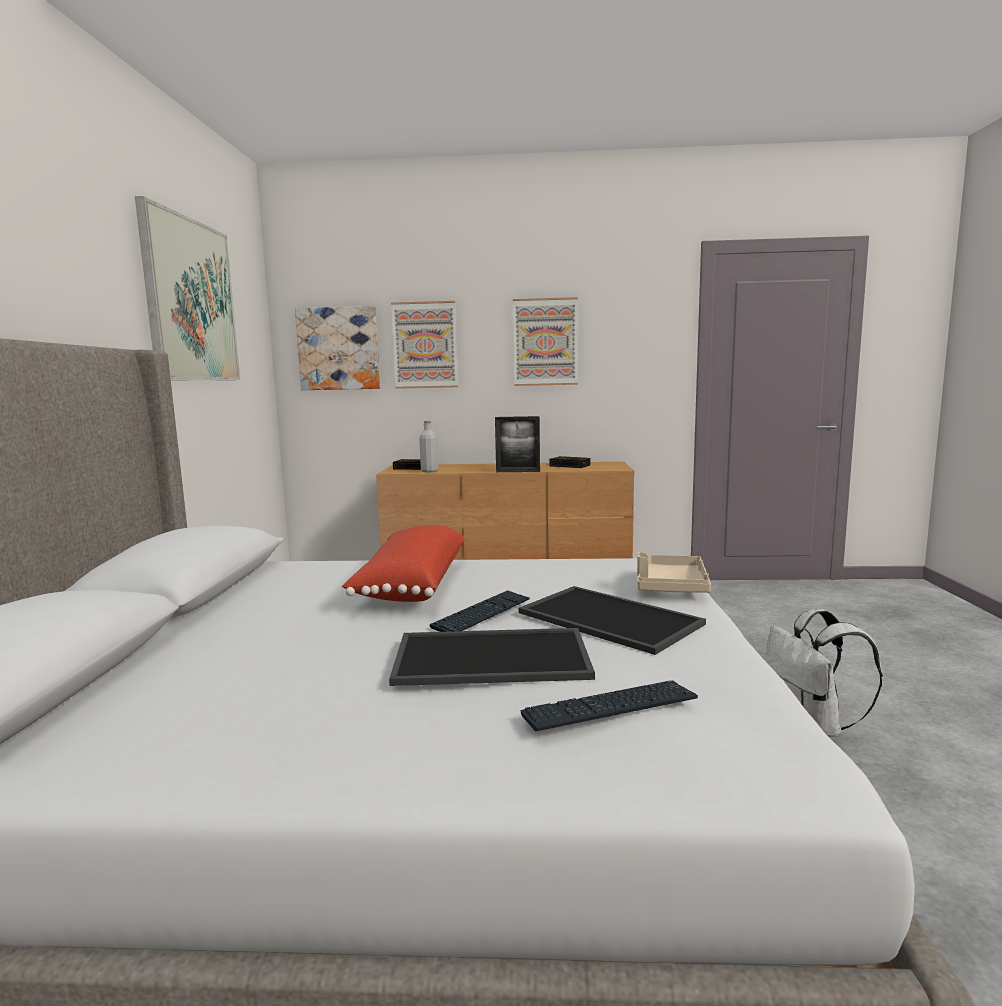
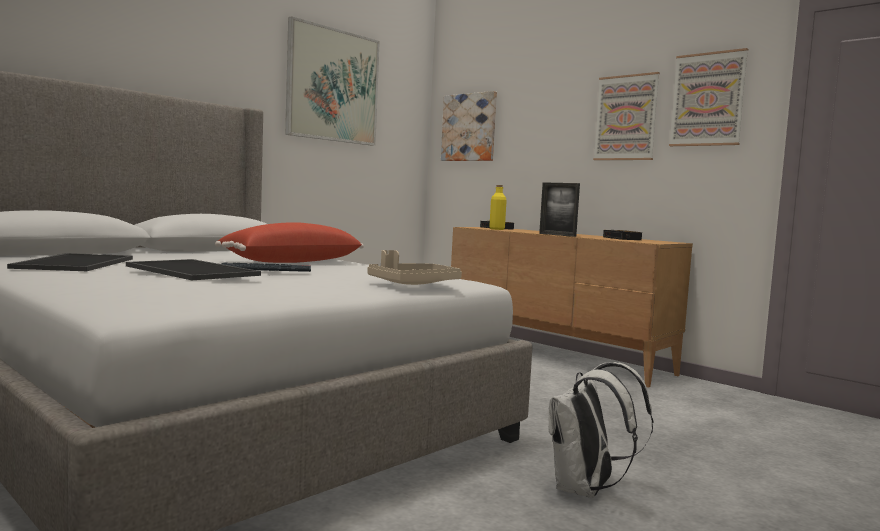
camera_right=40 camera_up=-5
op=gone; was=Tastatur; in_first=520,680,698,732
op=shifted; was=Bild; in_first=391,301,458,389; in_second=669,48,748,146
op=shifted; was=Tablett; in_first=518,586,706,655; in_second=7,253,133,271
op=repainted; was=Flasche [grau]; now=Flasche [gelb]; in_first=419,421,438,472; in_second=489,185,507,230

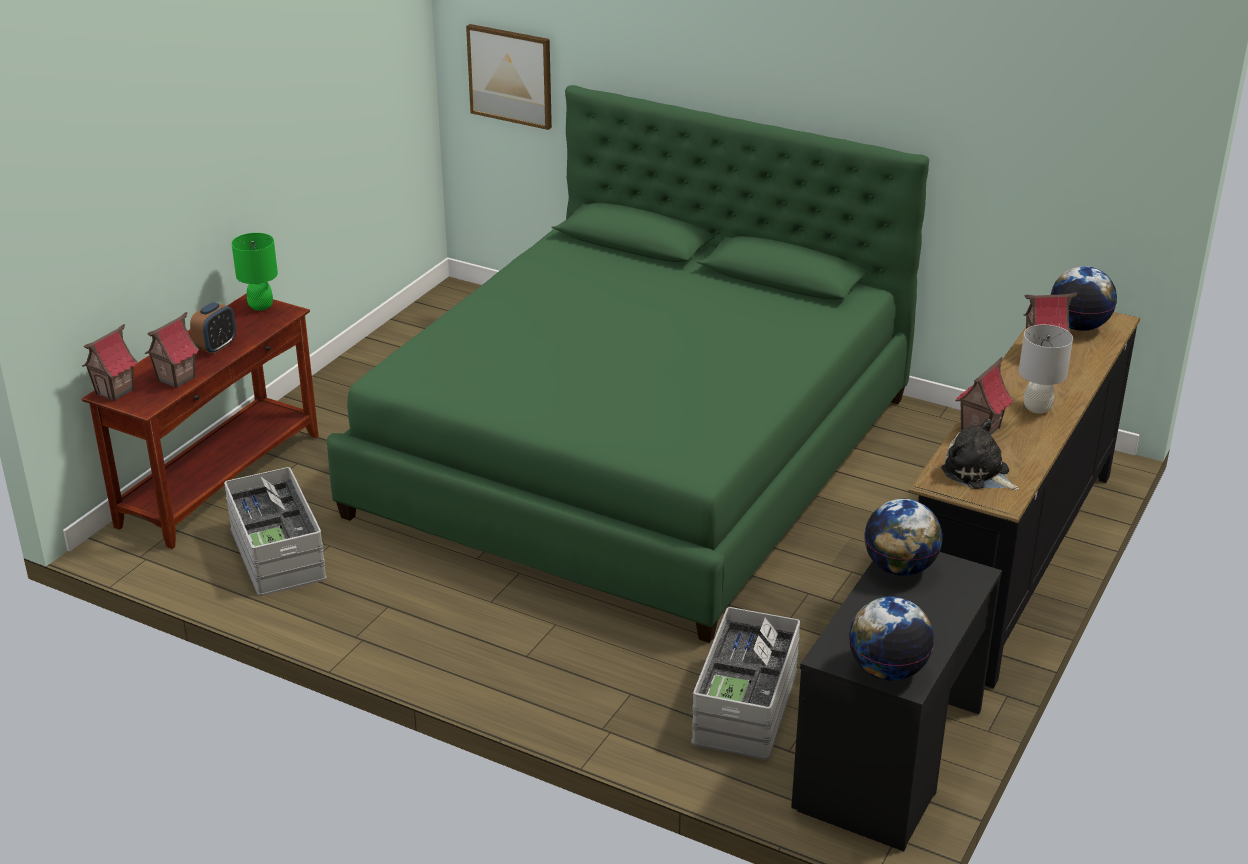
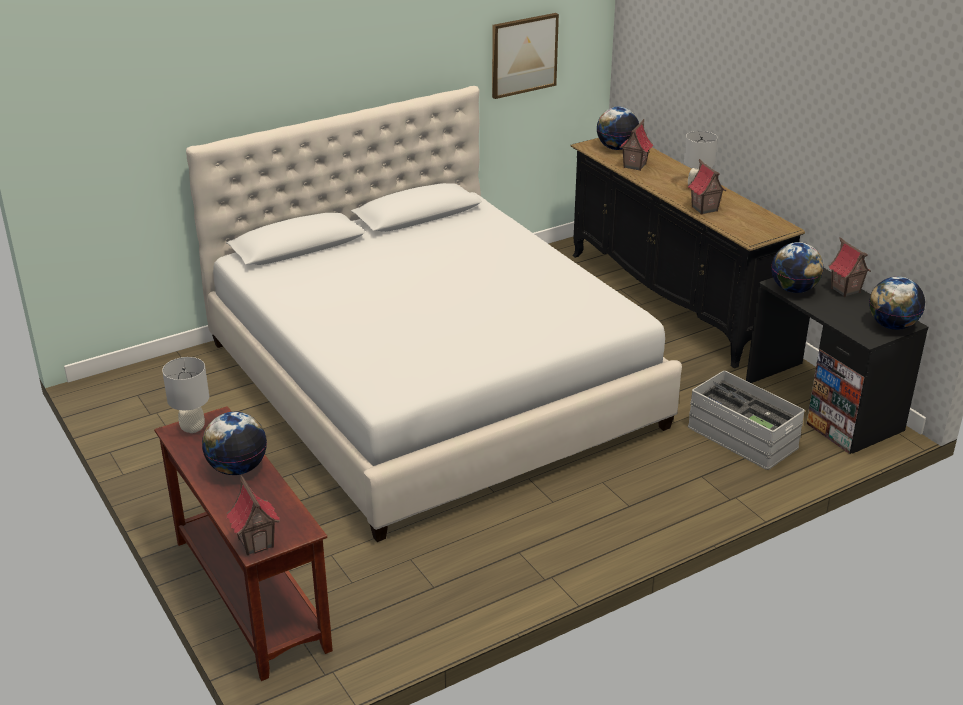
camera_right=-60 camera_up=0
op=gone; was=Aufbewahrungsbox [grau]; in_first=224,467,327,596
op=gone; was=Plüschtier; in_first=941,419,1019,490
op=shifted; was=Spielzeughaus; in_first=145,312,200,388; in_second=829,238,871,297
op=shifted; was=Bild; in_first=466,24,552,130; in_second=492,13,559,99
op=swapped; was=Wecker; now=Globus; in_first=190,302,236,354; in_second=202,412,267,475
op=repainted; was=Tischlampe [grün]; now=Tischlampe [grau]; in_first=232,233,278,311; in_second=162,357,209,433
op=repainted; was=Bett [grün]; now=Bett [weiß]; in_first=327,85,929,643; in_second=186,86,682,542

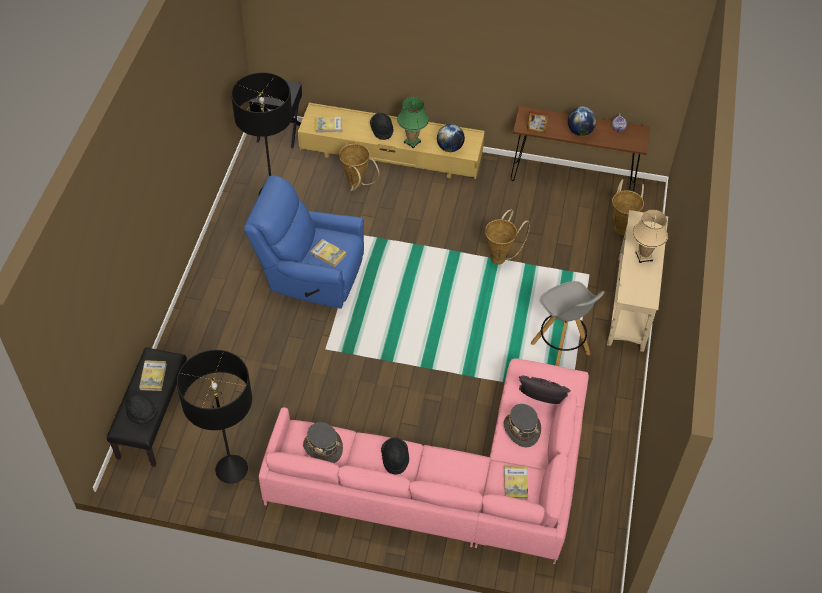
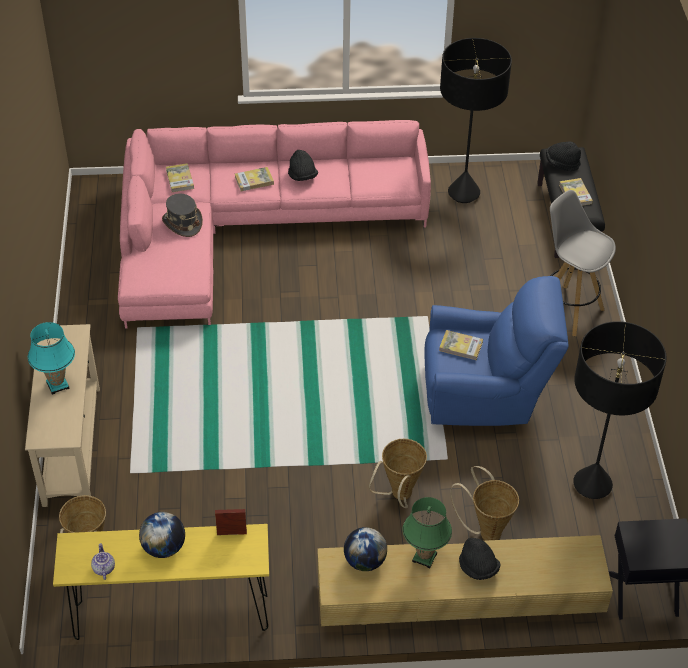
camera_right=165 camera_up=-5
op=gone; was=Hut [grau]; in_first=303,422,343,463
op=gone; was=Kissen [schwarz]; in_first=519,376,571,404
op=shifted; was=Buch; in_first=315,117,343,133; in_second=235,167,274,191
op=shifted; was=Korb; in_first=485,209,530,265; in_second=369,439,427,508
op=shifted; was=Hocker [grau]; in_first=531,281,605,366; in_second=550,190,616,336
op=repainted; was=Konsolentisch [braun]; now=Konsolentisch [gelb]; in_first=511,106,650,192; in_second=53,524,269,640
op=repainted; was=Tischlampe [beige]; now=Tischlampe [türkis]; in_first=632,210,668,263; in_second=28,322,75,395

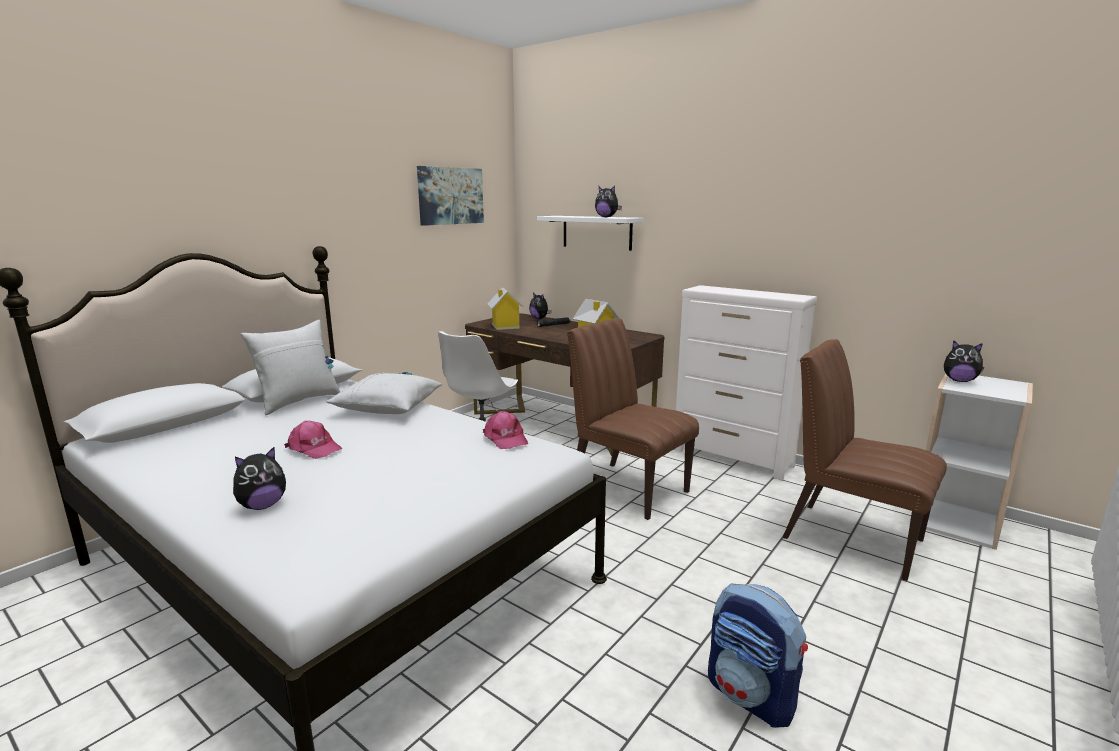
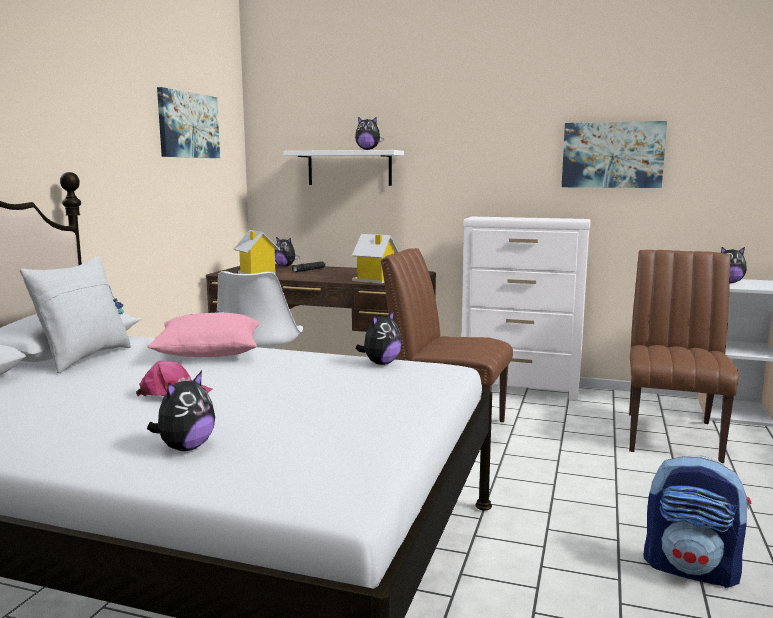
camera_right=-20 camera_up=-5
op=new; now=Bild; in_second=562,121,667,188
op=swapped; was=Kappe [rosa]; now=Plüschtier; in_first=483,411,528,449; in_second=355,311,402,365
op=repainted; was=Kissen [grau]; now=Kissen [rosa]; in_first=327,372,442,414; in_second=147,311,260,357
op=rotated; was=Stuhl [braun]; in_first=783,339,947,581; in_second=629,250,739,463; clockwise=90

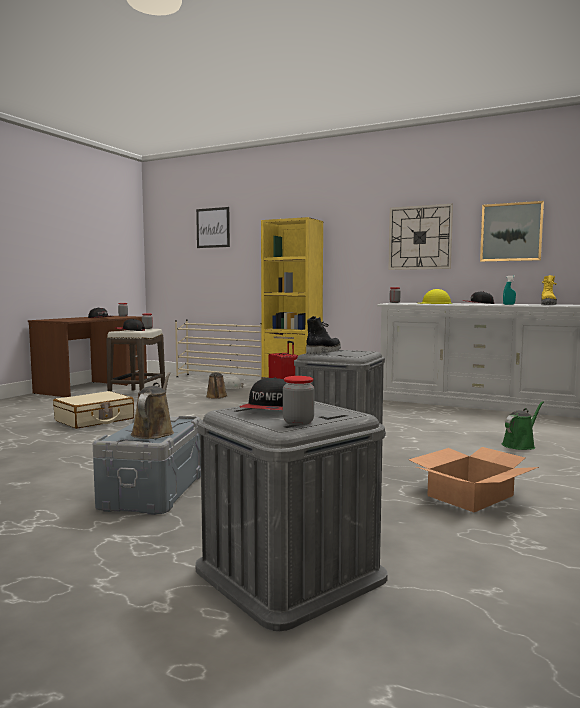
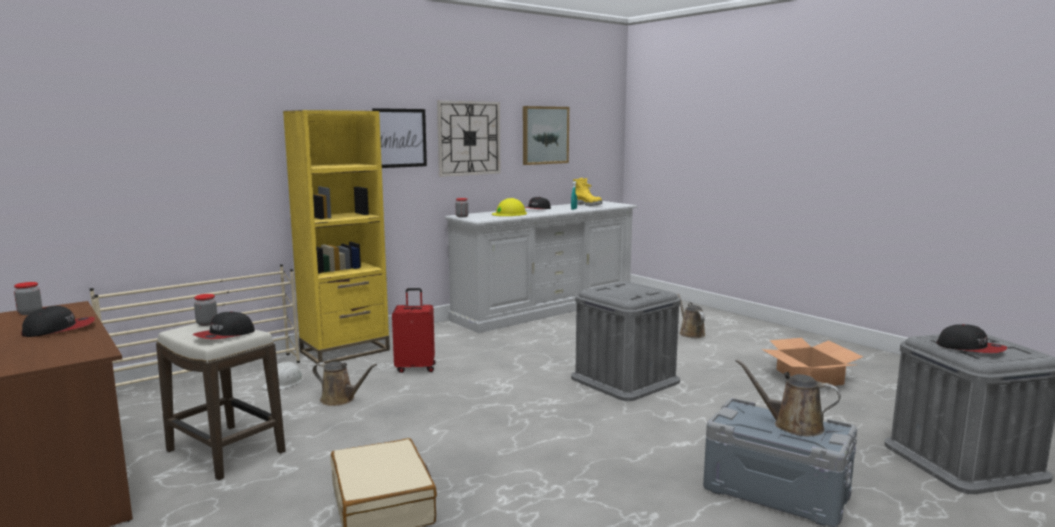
camera_right=-65 camera_up=5
op=gone; was=Vorratsglas; in_first=283,376,314,425
op=gone; was=Stiefel [schwarz]; in_first=306,316,341,354
op=shifted; was=Bild; in_first=196,207,230,248; in_second=372,108,427,168
op=repainted; was=Gießkanne [grün]; now=Gießkanne [braun]; in_first=502,401,544,450; in_second=677,294,705,338

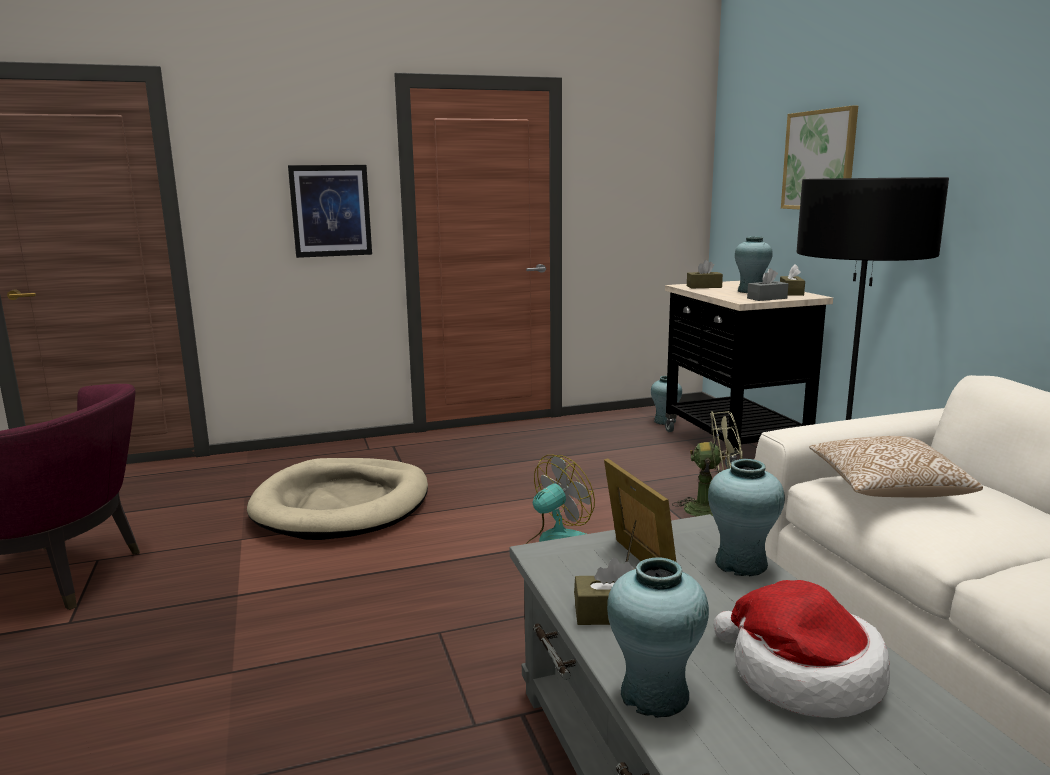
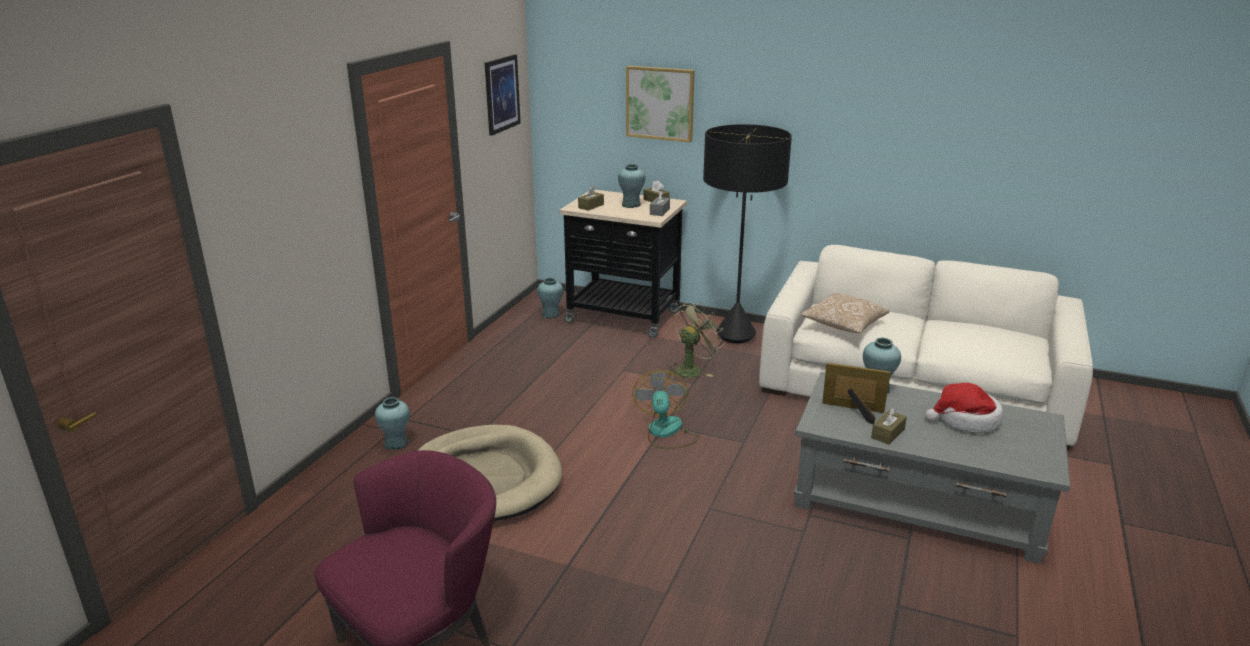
camera_right=-50 camera_up=10
op=shifted; was=Bild; in_first=288,165,372,258; in_second=485,54,521,136
op=shifted; was=Vase [türkis]; in_first=607,557,709,718; in_second=375,397,410,450

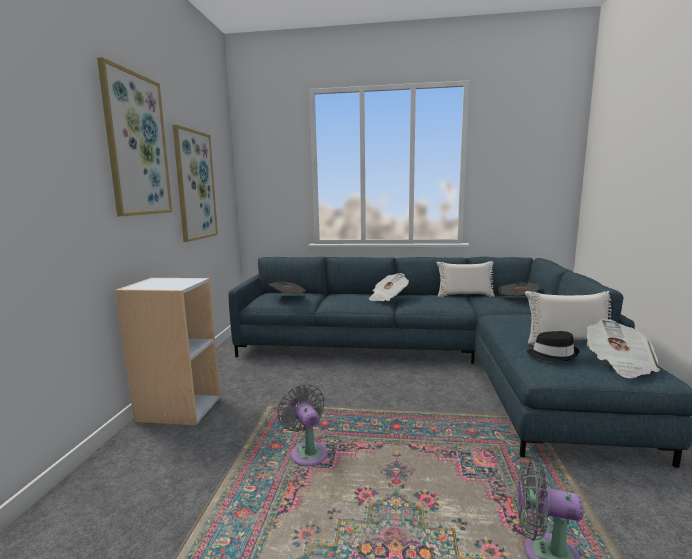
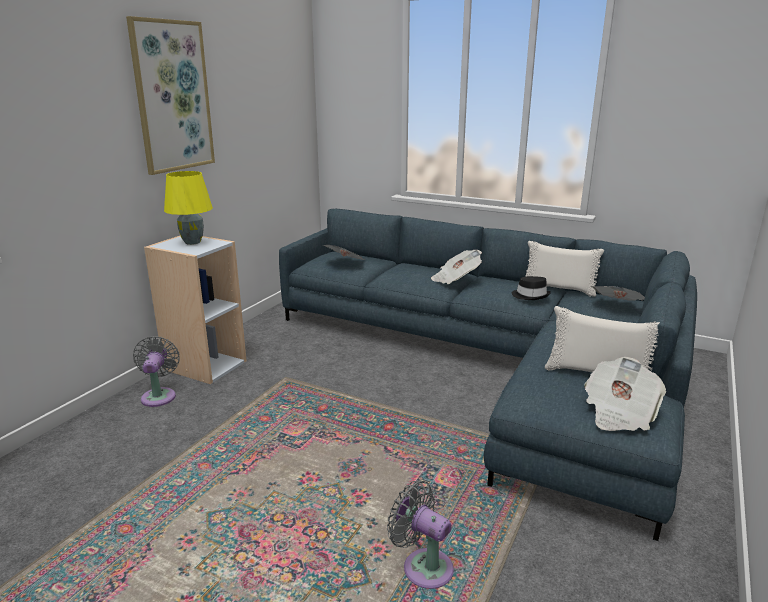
camera_right=20 camera_up=10
op=gone; was=Bild; in_first=173,125,218,242
op=new; now=Tischlampe [gelb]; in_second=164,171,213,245
op=shifted; was=Ventilator [grau]; in_first=277,384,328,466; in_second=133,336,180,407
op=shifted; was=Hut [schwarz]; in_first=527,331,580,361; in_second=512,276,551,300

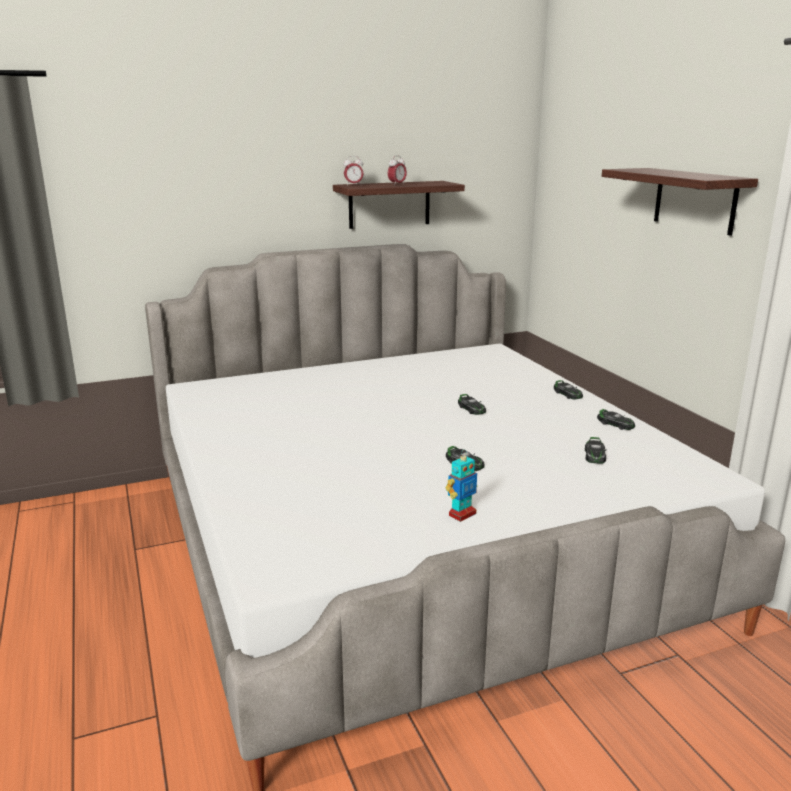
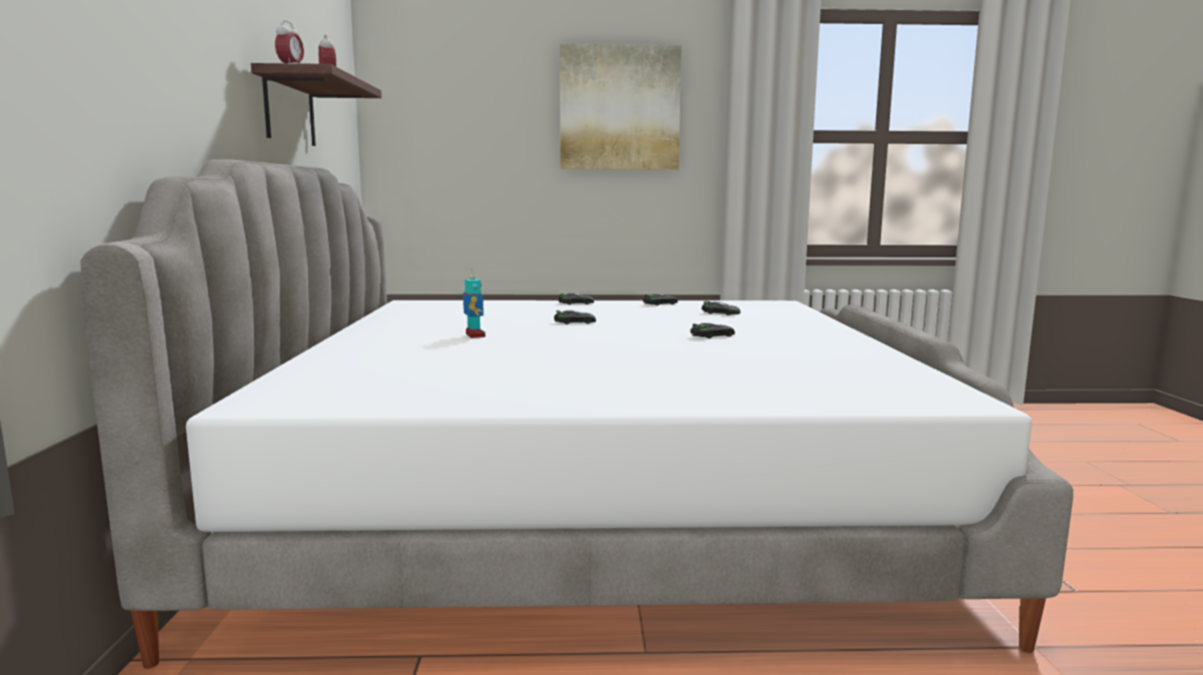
camera_right=-70 camera_up=-10
op=shifted; was=Spielzeugroboter; in_first=446,452,478,522; in_second=463,268,485,338
op=swapped; was=Wandregal; now=Bild; in_first=602,168,758,236; in_second=560,44,682,170

